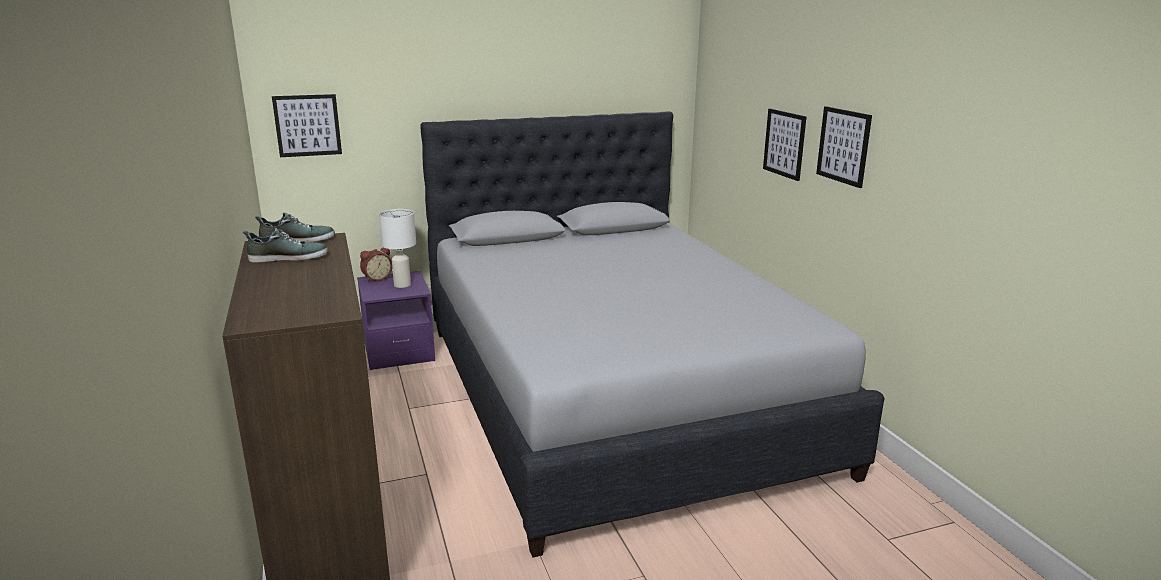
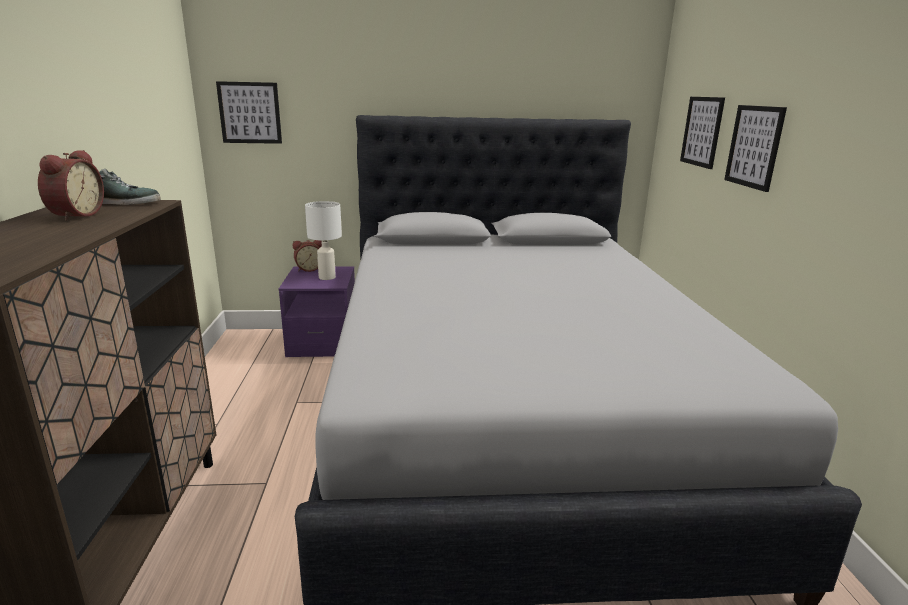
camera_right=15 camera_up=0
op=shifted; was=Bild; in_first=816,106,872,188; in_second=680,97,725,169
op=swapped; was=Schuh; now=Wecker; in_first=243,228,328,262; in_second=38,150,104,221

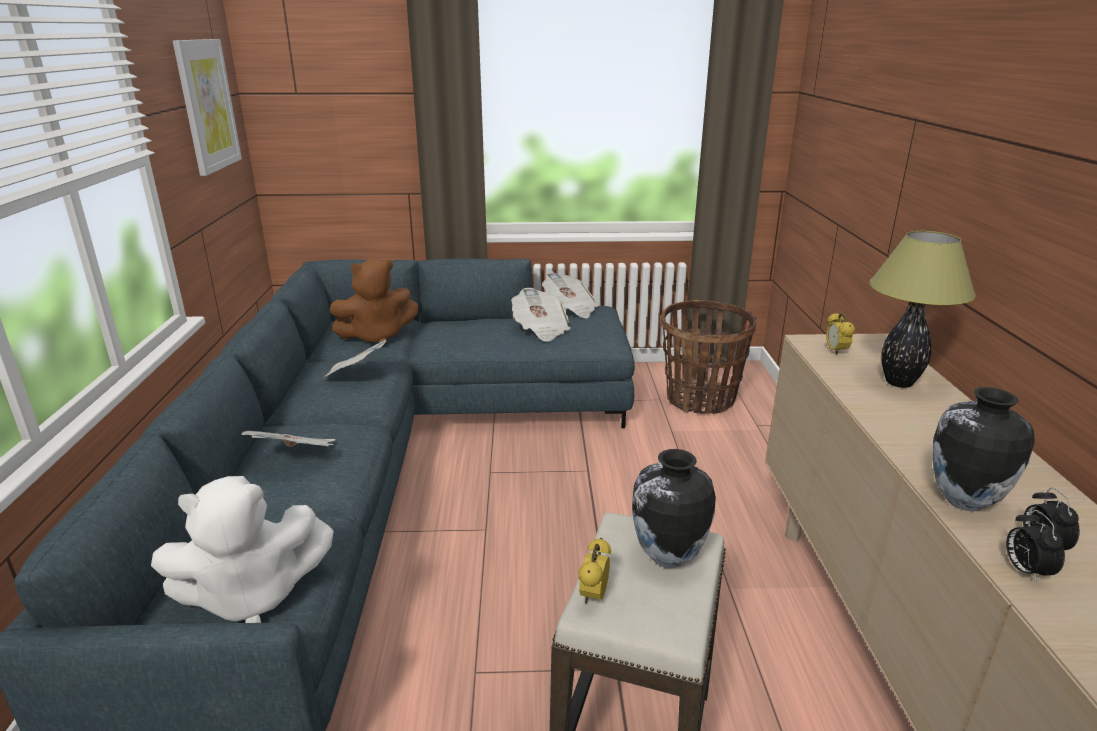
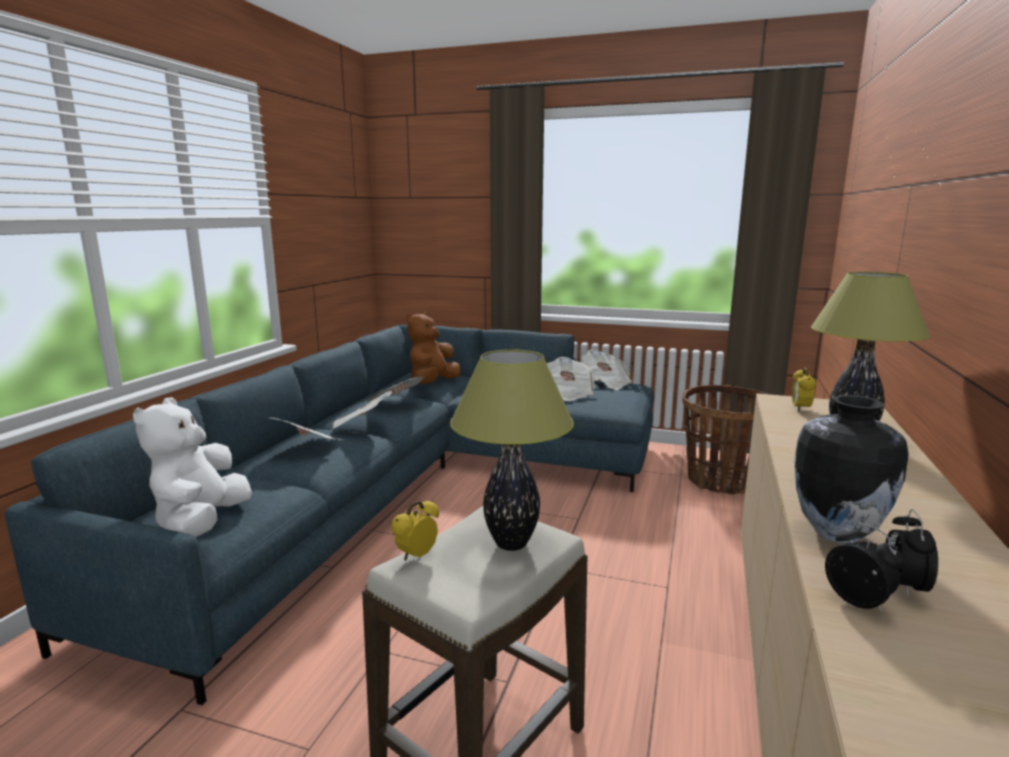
camera_right=20 camera_up=-10
op=gone; was=Bild; in_first=173,39,242,176
op=new; now=Zeitung; in_second=331,391,392,430
op=swapped; was=Vase; now=Tischlampe; in_first=632,449,716,568; in_second=450,349,574,551
op=rotated; was=Plüschtier [weiß]; in_first=151,476,334,623; in_second=133,397,252,537; clockwise=90
op=rotated; was=Plüschtier [braun]; in_first=330,259,419,346; in_second=406,312,461,384; clockwise=120
op=rotated; was=Wecker; in_first=1006,510,1065,583; in_second=825,522,905,613; clockwise=135

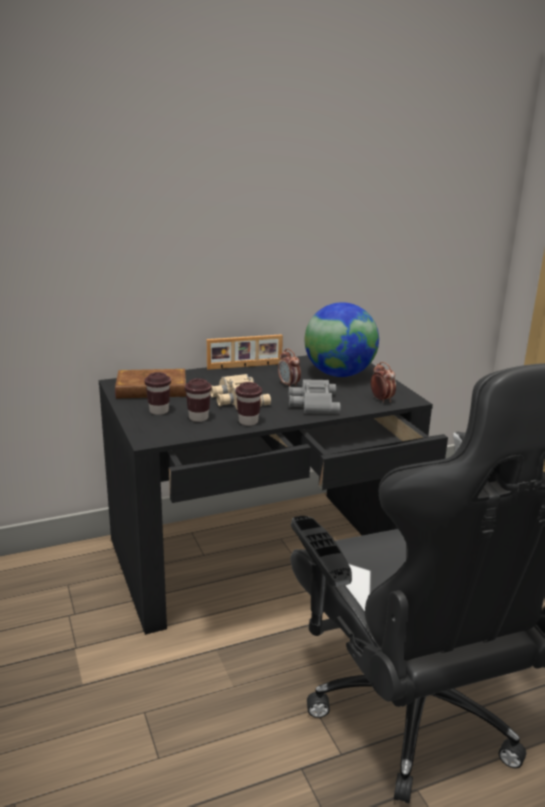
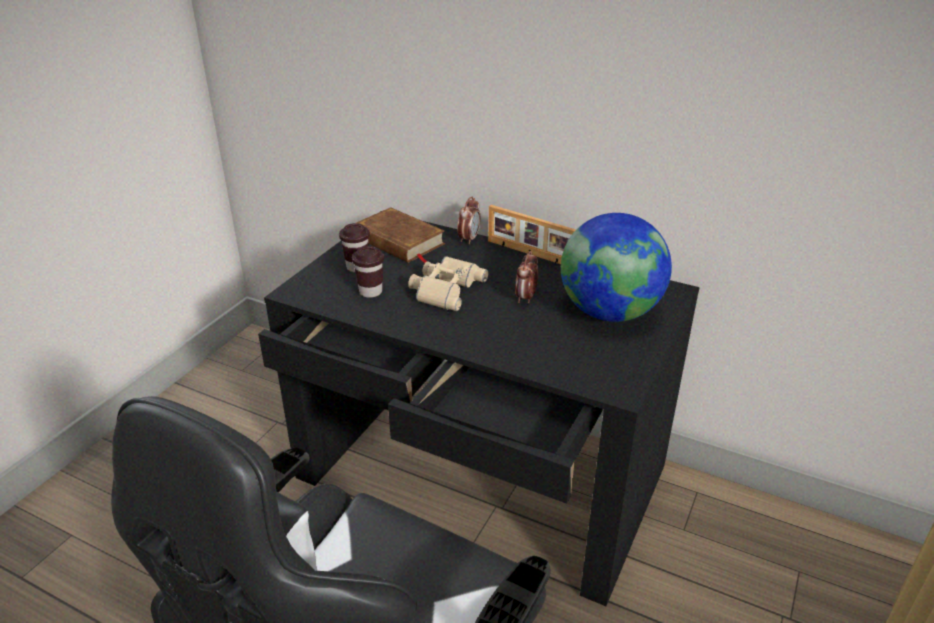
camera_right=50 camera_up=10
op=gone; was=Tasse [braun]; in_first=235,382,262,426
op=gone; was=Fernglas [grau]; in_first=288,379,340,414
op=shifted; was=Wecker; in_first=371,362,396,403; in_second=457,196,481,244

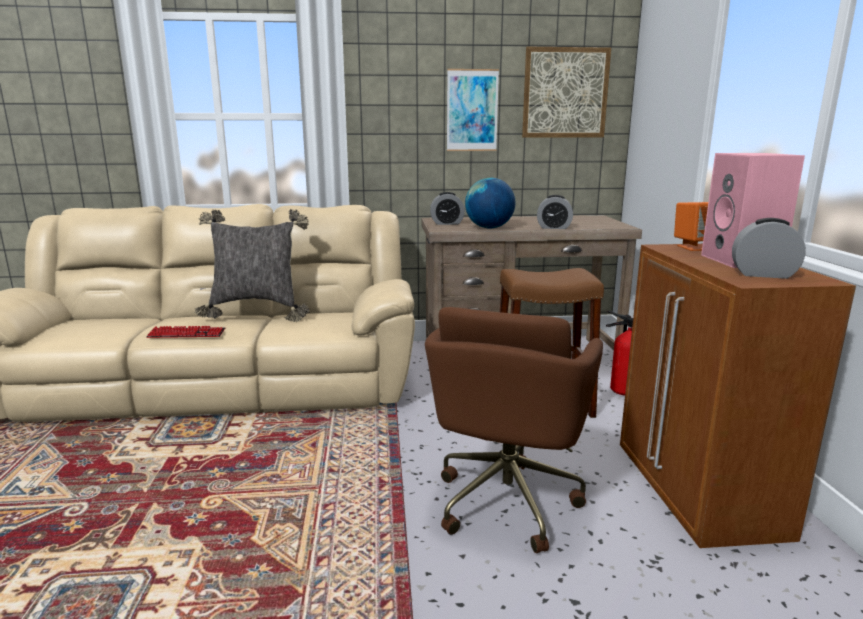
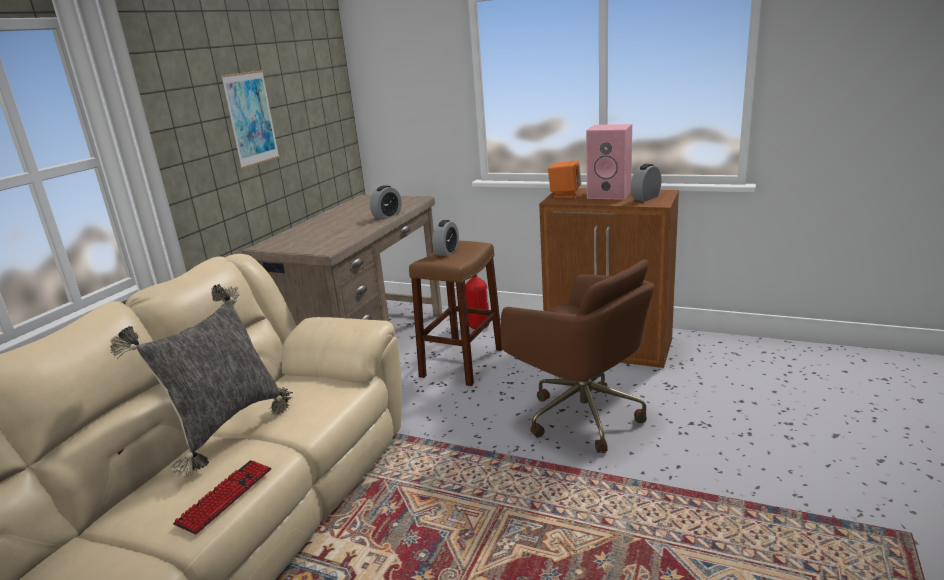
camera_right=-60 camera_up=5
op=gone; was=Globus; in_first=465,178,515,229
op=gone; was=Bild; in_first=522,46,611,138
op=shifted; was=Wecker; in_first=430,192,465,225; in_second=432,220,459,256

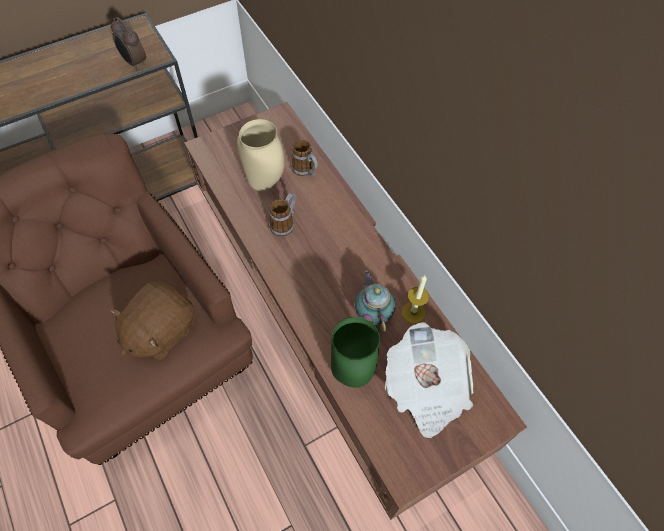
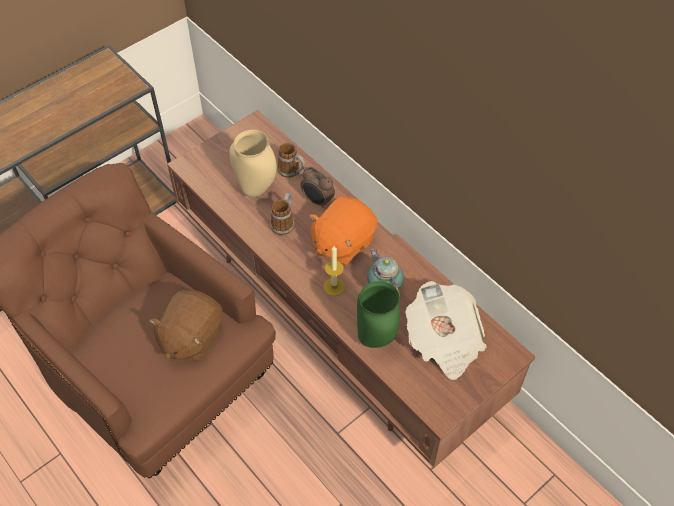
camera_right=-10 camera_up=-5
op=new; now=Plüschtier [orange]; in_second=309,196,378,265
op=shifted; was=Wecker; in_first=111,17,146,70; in_second=300,167,335,209
op=shifted; was=Kerze; in_first=402,275,429,324; in_second=323,246,345,296

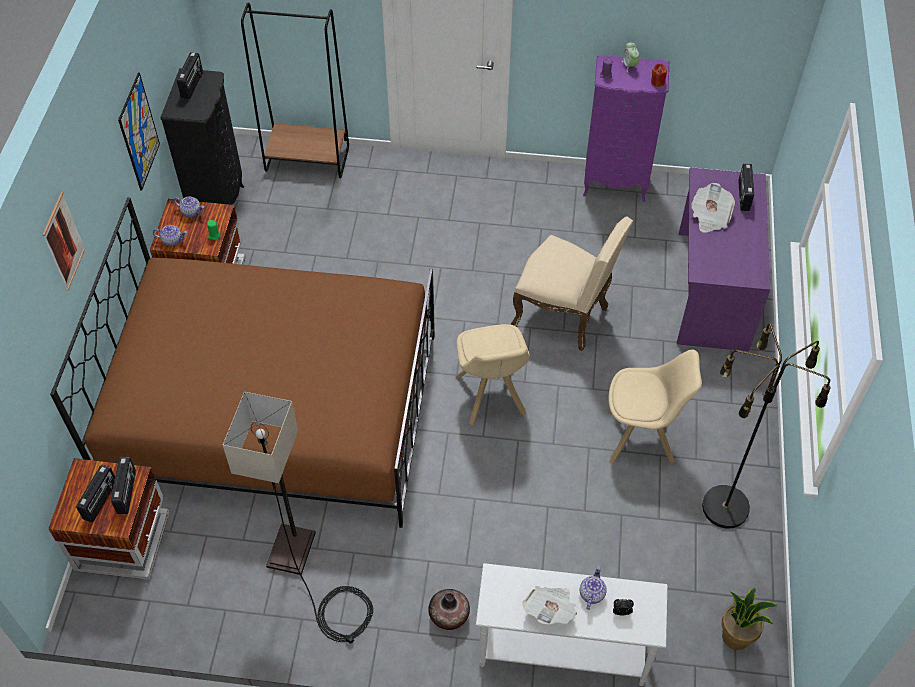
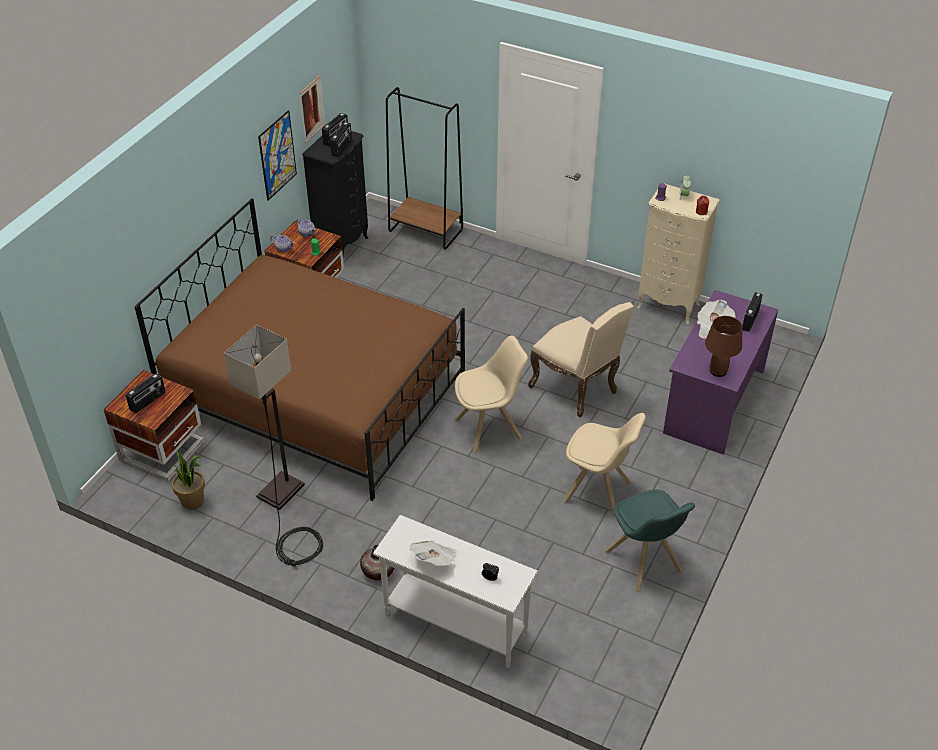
camera_right=20 camera_up=-10
op=gone; was=Teekanne; in_first=580,566,607,610
op=new; now=Tischlampe [braun]; in_second=705,316,742,377
op=shifted; was=Bild; in_first=43,192,85,291; in_second=300,76,326,143
op=shifted; was=Radio; in_first=111,457,136,514; in_second=330,122,352,157
op=shifted; was=Topfpflanze; in_first=721,588,778,650; in_second=171,450,205,510
op=swapped; was=Stehlampe; now=Stuhl [türkis]; in_first=702,324,831,528; in_second=605,490,695,592
op=repainted; was=Kommode [lila]; now=Kommode [beige]; in_first=583,55,669,202; in_second=637,184,720,324
op=rotated; was=Stuhl [beige]; in_first=456,324,530,425; in_second=455,335,528,454; clockwise=-120

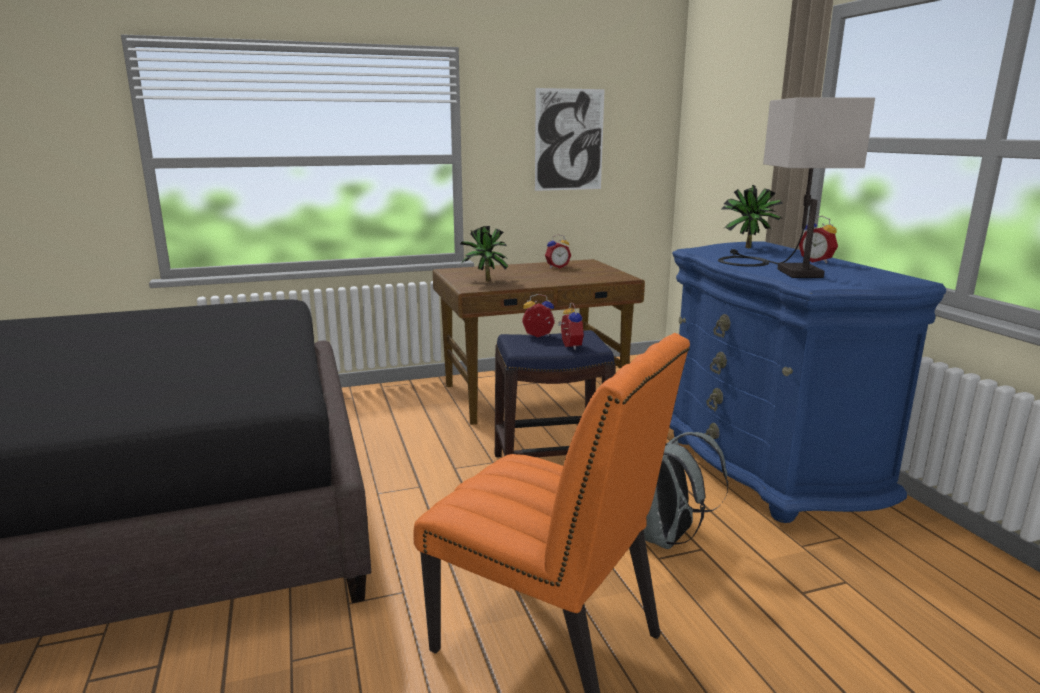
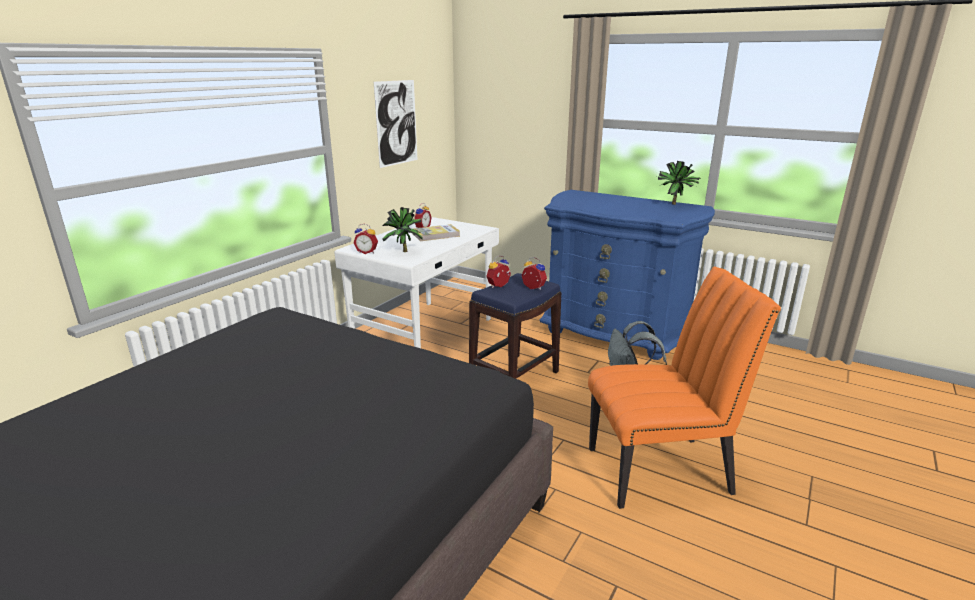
camera_right=-40 camera_up=5
op=gone; was=Tischlampe; in_first=718,98,875,278
op=new; now=Buch; in_second=413,224,460,241
op=shifted; was=Topfpflanze; in_first=721,185,783,248; in_second=658,161,701,205
op=shifted; was=Wecker; in_first=799,216,838,263; in_second=353,224,378,254
op=repainted; was=Schreibtisch [braun]; now=Schreibtisch [weiß]; in_first=433,259,645,425; in_second=335,217,499,348

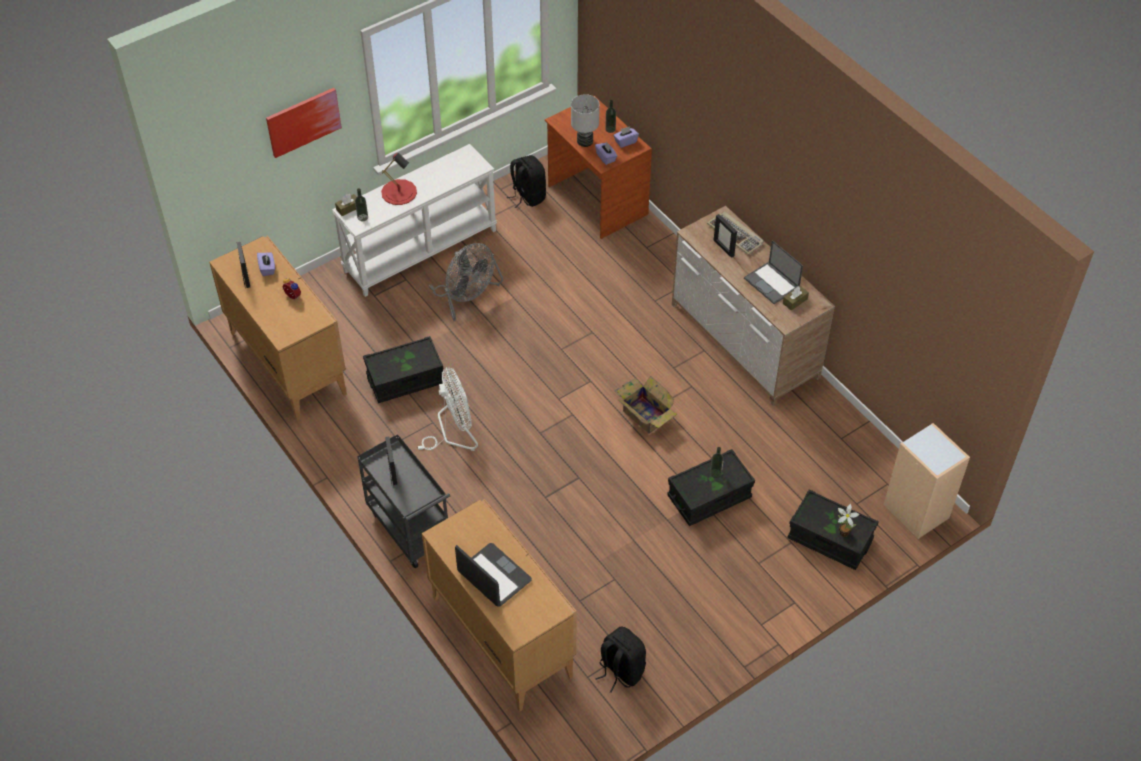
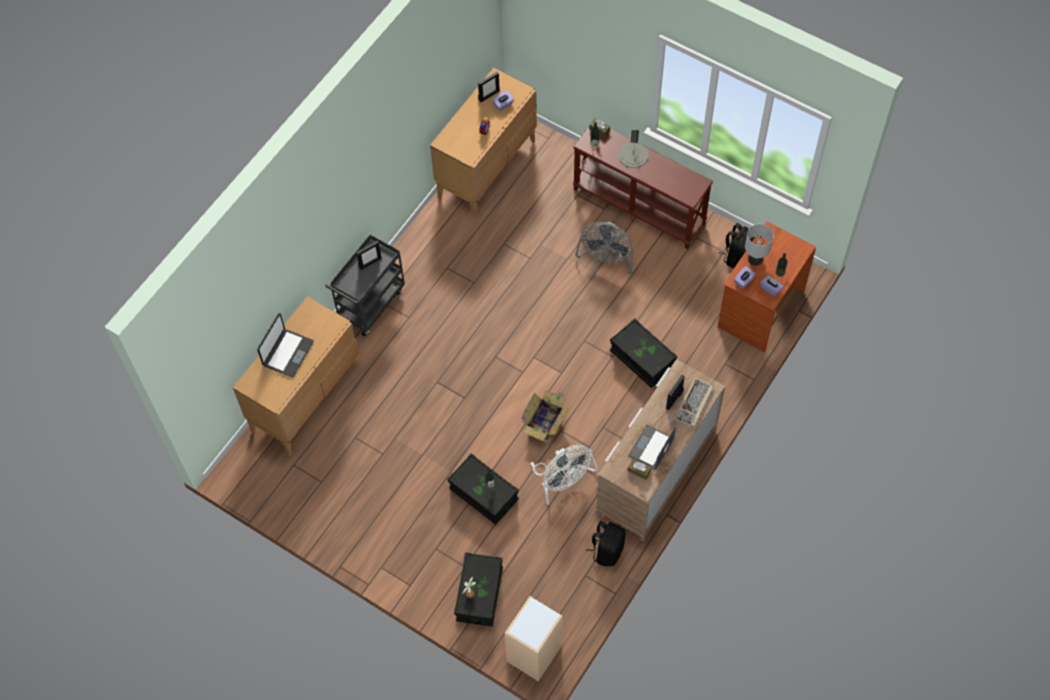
camera_right=70 camera_up=10
op=gone; was=Bild; in_first=266,88,342,158
op=shifted; was=Aufbewahrungsbox [schwarz]; in_first=363,336,443,403; in_second=610,318,677,388
op=shifted; was=Ventilator [weiß]; in_first=417,367,478,451; in_second=530,445,598,505
op=shifted; was=Rucksack [schwarz]; in_first=595,627,646,693; in_second=586,521,626,566
op=repainted; was=Konsolentisch [weiß]; now=Konsolentisch [braun]; in_first=332,144,497,297; in_second=573,127,713,249
op=repainted; was=Tischlampe [rot]; now=Tischlampe [grau]; in_first=381,153,417,205; in_second=618,129,649,168

